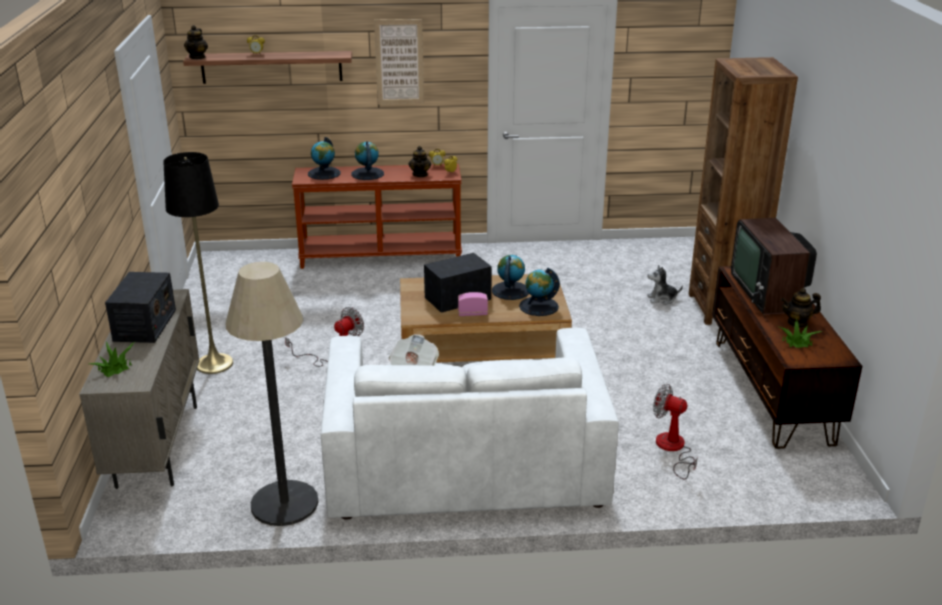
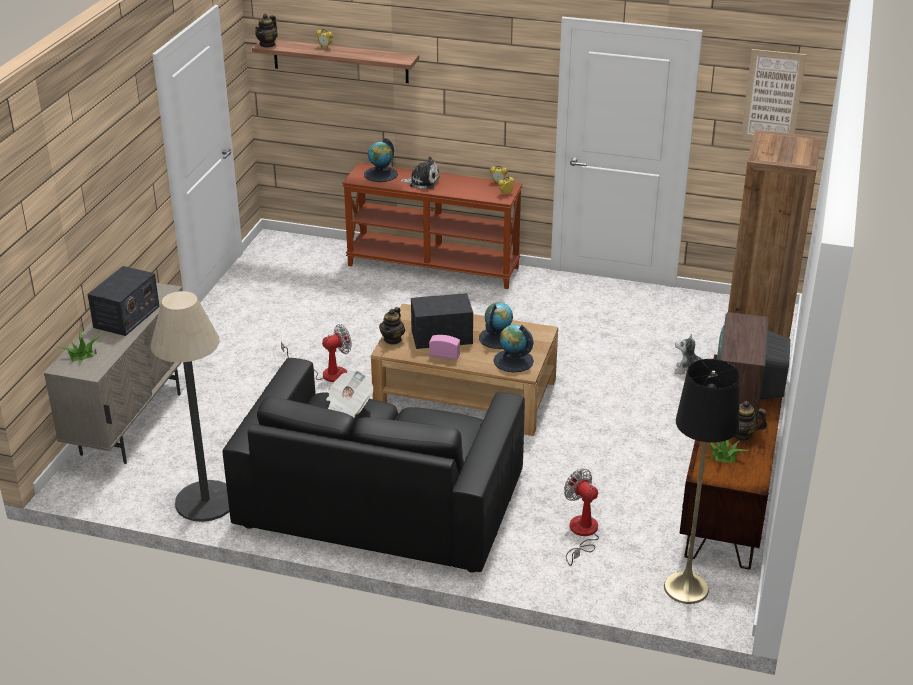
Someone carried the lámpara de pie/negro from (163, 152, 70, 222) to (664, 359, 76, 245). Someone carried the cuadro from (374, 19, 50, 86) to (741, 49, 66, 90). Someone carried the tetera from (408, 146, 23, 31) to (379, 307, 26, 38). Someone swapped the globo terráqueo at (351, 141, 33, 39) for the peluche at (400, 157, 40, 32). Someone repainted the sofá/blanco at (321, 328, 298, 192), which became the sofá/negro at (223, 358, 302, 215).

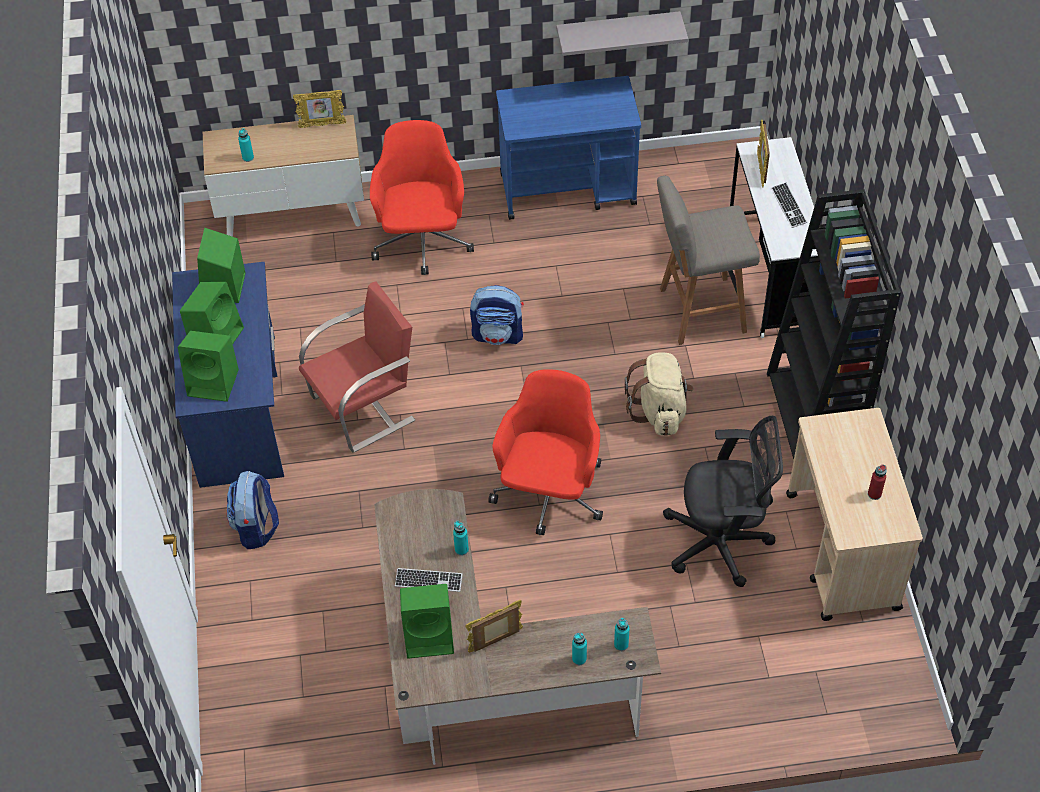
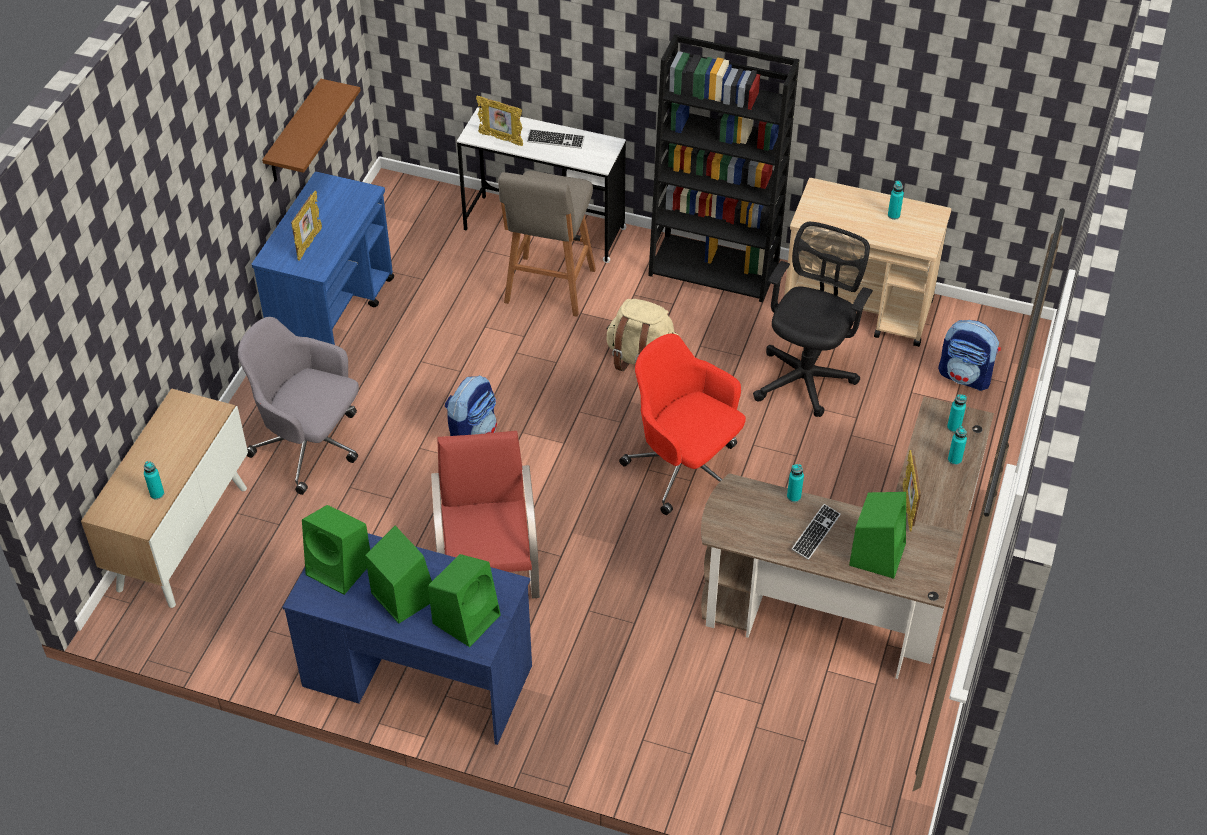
Someone carried the mochila from (227, 471, 52, 78) to (938, 320, 63, 71). Someone carried the portarretratos from (293, 90, 53, 38) to (291, 191, 31, 70). Someone repainted the silla de oficina/rojo at (370, 120, 104, 155), which became the silla de oficina/gris at (238, 317, 121, 178). Someone repainted the estante/gris at (556, 11, 132, 45), which became the estante/marrón at (262, 79, 99, 103). Someone repainted the botella/rojo at (868, 464, 19, 36), which became the botella/turquesa at (888, 181, 16, 39).

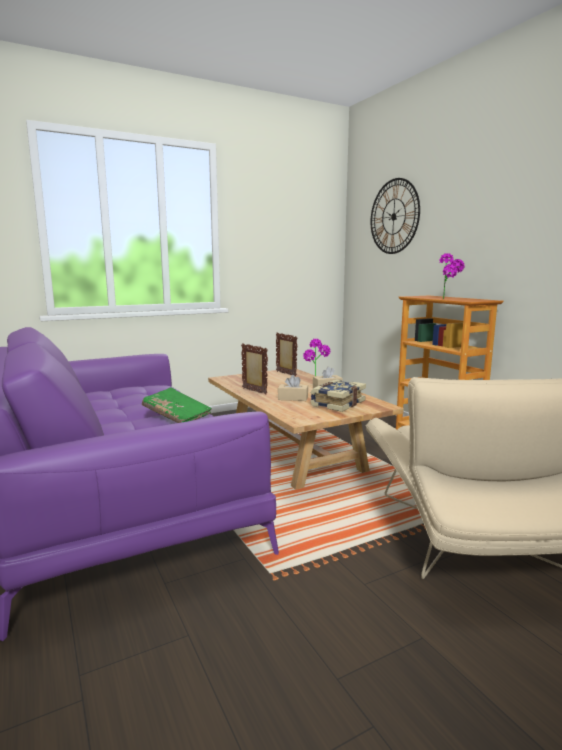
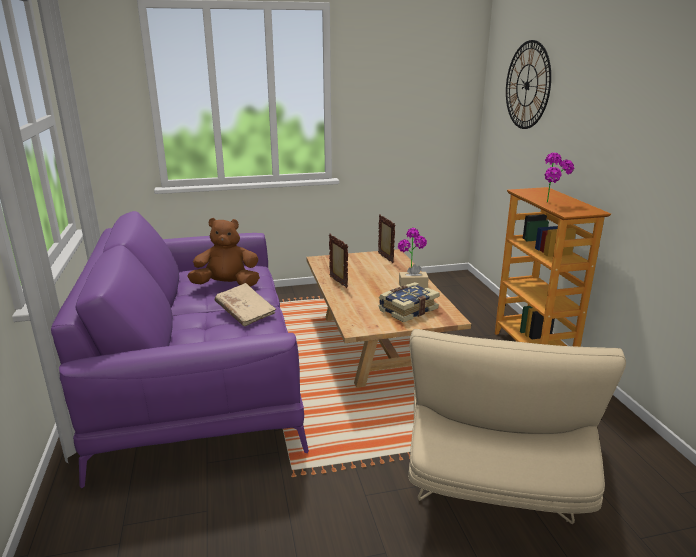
Someone took away the caja de pañuelos/beis at (278, 375, 30, 26). Someone put down the peluche/marrón at (187, 218, 73, 69). Someone repainted the libro/verde at (142, 387, 70, 36), which became the libro/beis at (215, 283, 61, 44).

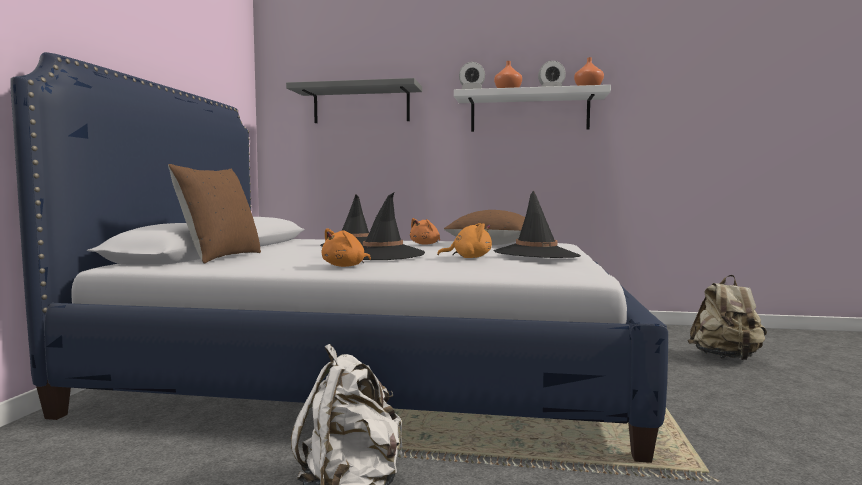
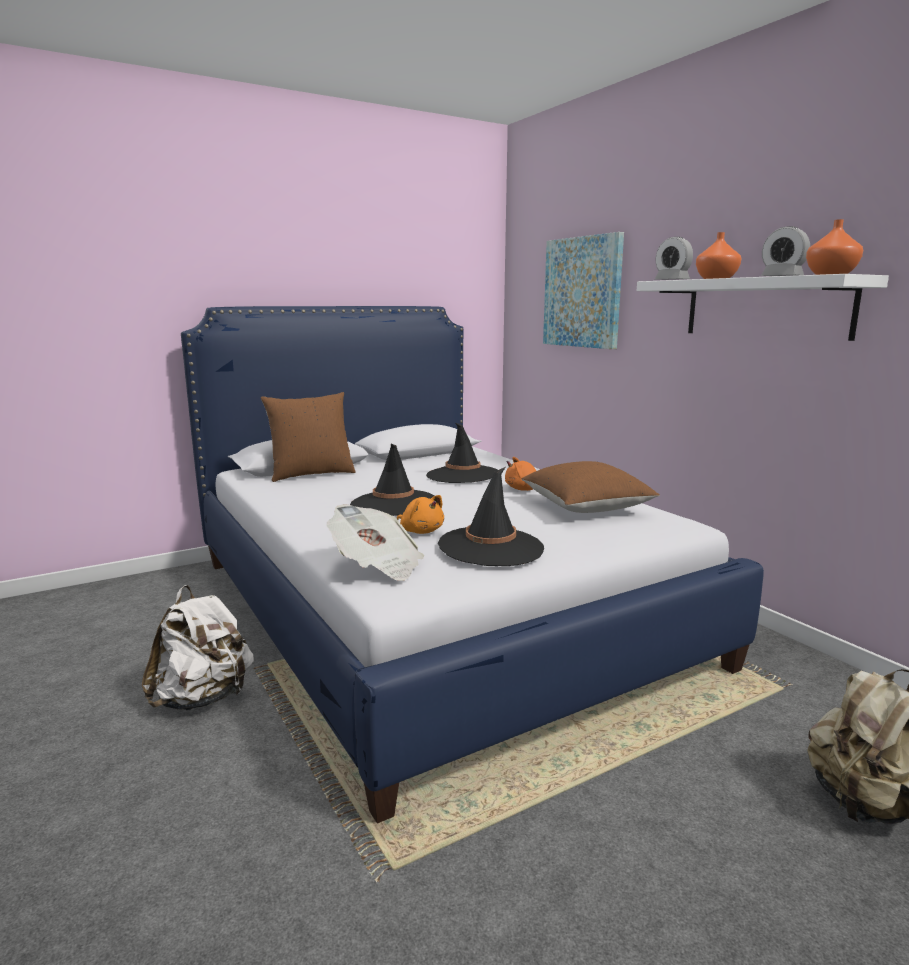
Someone took away the peluche/naranja at (322, 228, 49, 39). Someone put down the periódico at (327, 504, 97, 77). Someone swapped the estante/gris at (286, 78, 136, 45) for the cuadro at (543, 232, 81, 117).

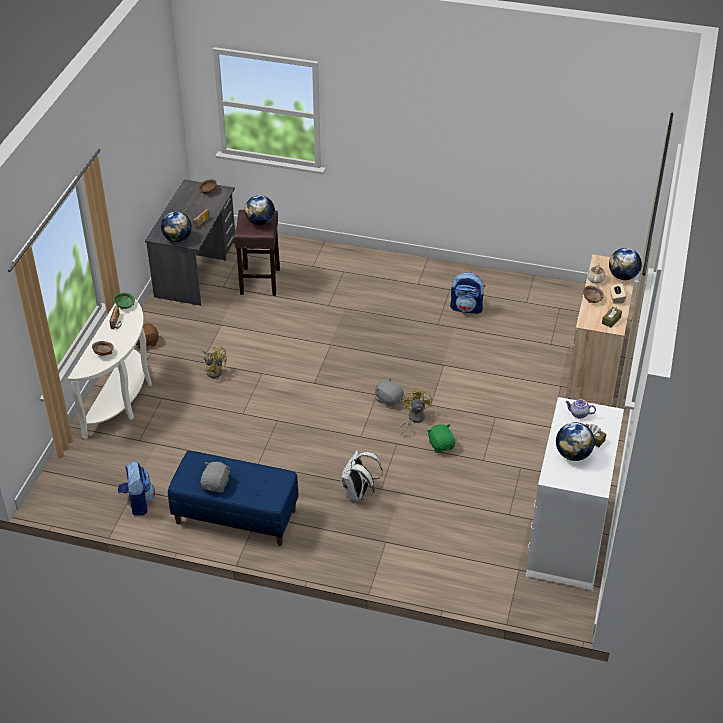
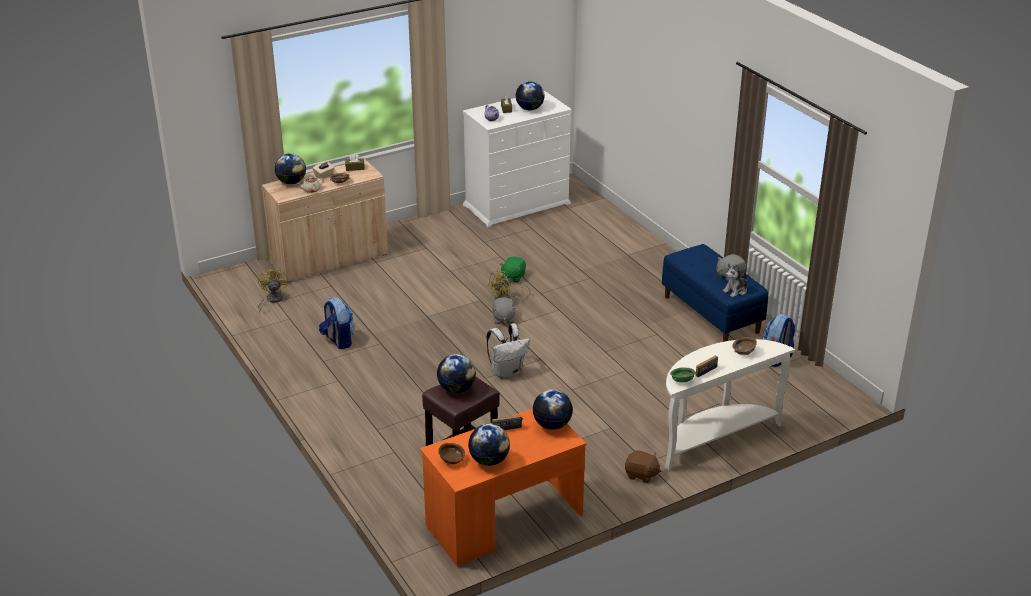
Someone put down the globo terráqueo at (468, 424, 42, 42). Someone put down the peluche at (723, 263, 26, 34). Someone carried the ventilador/amarillo from (203, 347, 24, 31) to (258, 267, 30, 46). Someone carried the mochila/blanco from (341, 450, 42, 51) to (487, 323, 43, 55). Someone repainted the escritorio/gris at (145, 179, 90, 127), which became the escritorio/naranja at (420, 409, 166, 157).

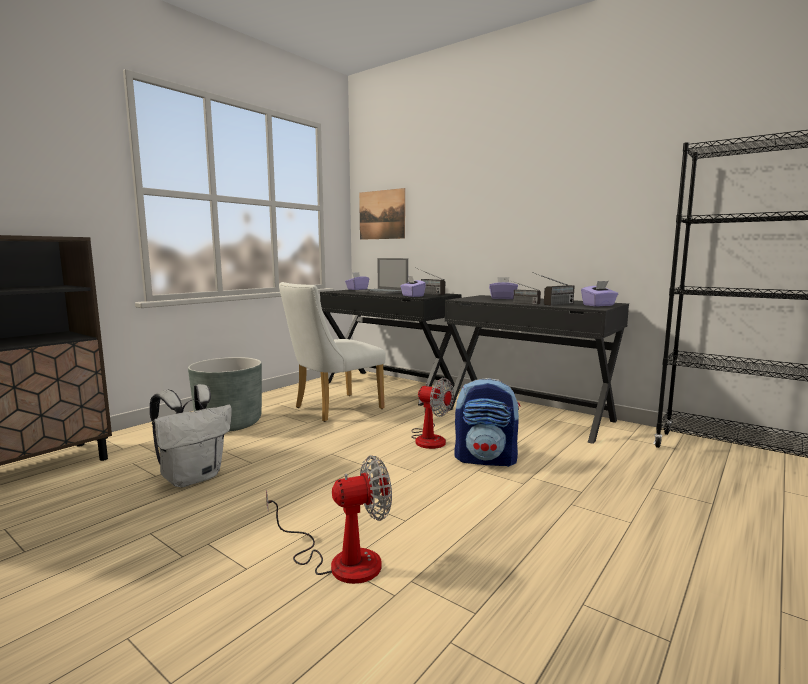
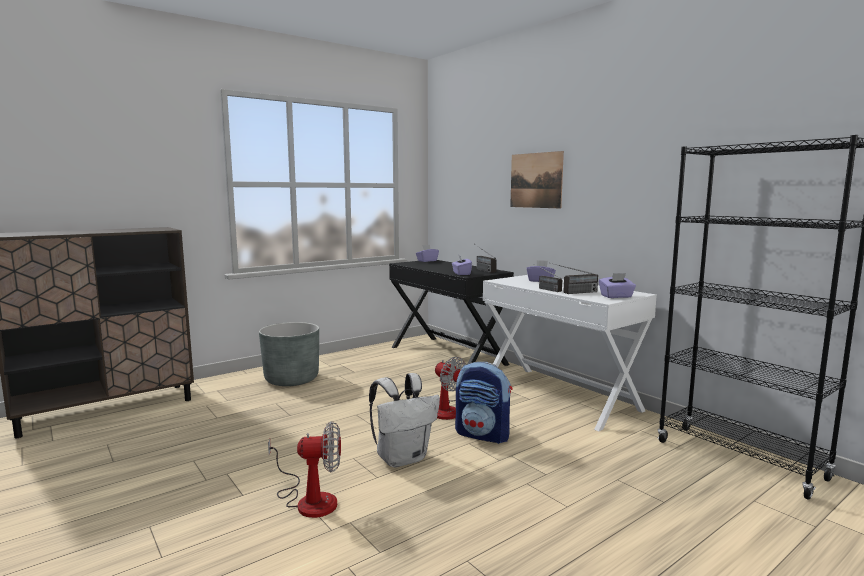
Someone took away the silla/blanco at (279, 282, 107, 140). Someone took away the portátil at (356, 258, 52, 36). Someone carried the mochila/blanco from (150, 384, 82, 103) to (369, 373, 71, 95). Someone carried the cuadro from (359, 188, 46, 52) to (510, 151, 54, 57). Someone repainted the escritorio/negro at (445, 295, 184, 149), which became the escritorio/blanco at (483, 275, 174, 157).

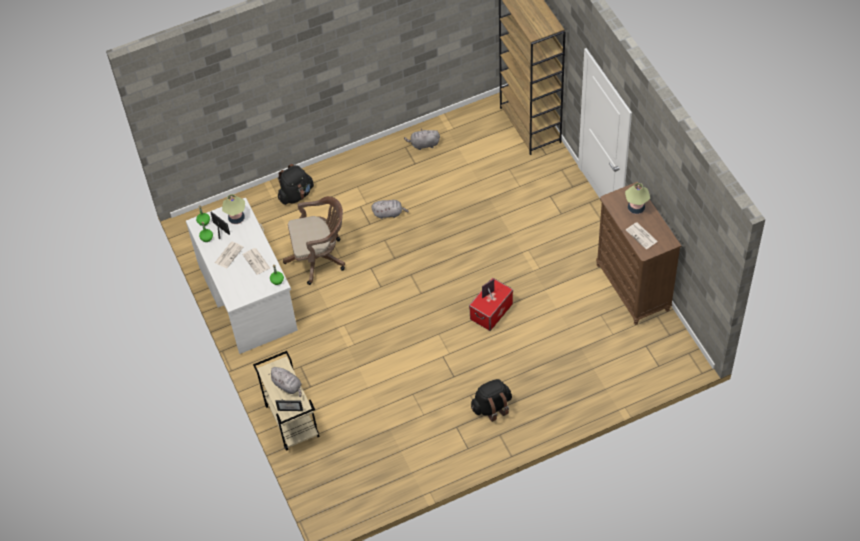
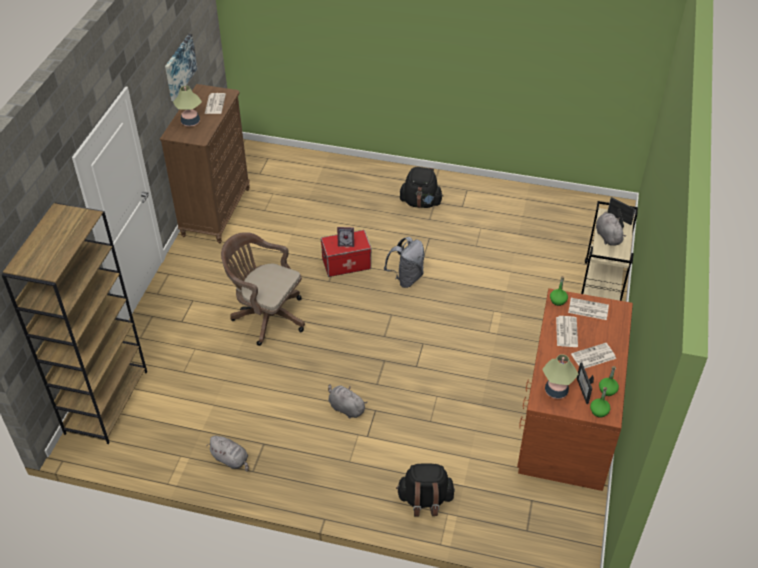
Someone put up the cuadro at (165, 34, 32, 67). Someone put down the mochila/gris at (384, 237, 41, 51). Someone put down the periódico at (568, 298, 41, 22). Someone carried the silla de oficina/marrón from (283, 196, 62, 89) to (221, 232, 84, 114). Someone repainted the escritorio/blanco at (186, 198, 112, 156), which became the escritorio/marrón at (517, 288, 116, 203).

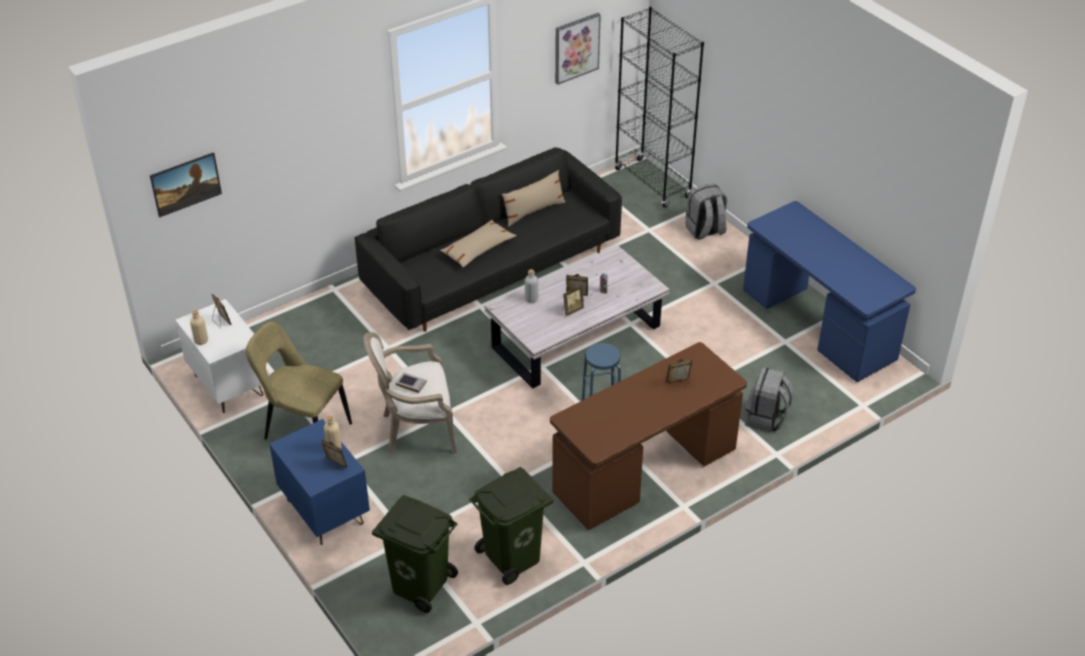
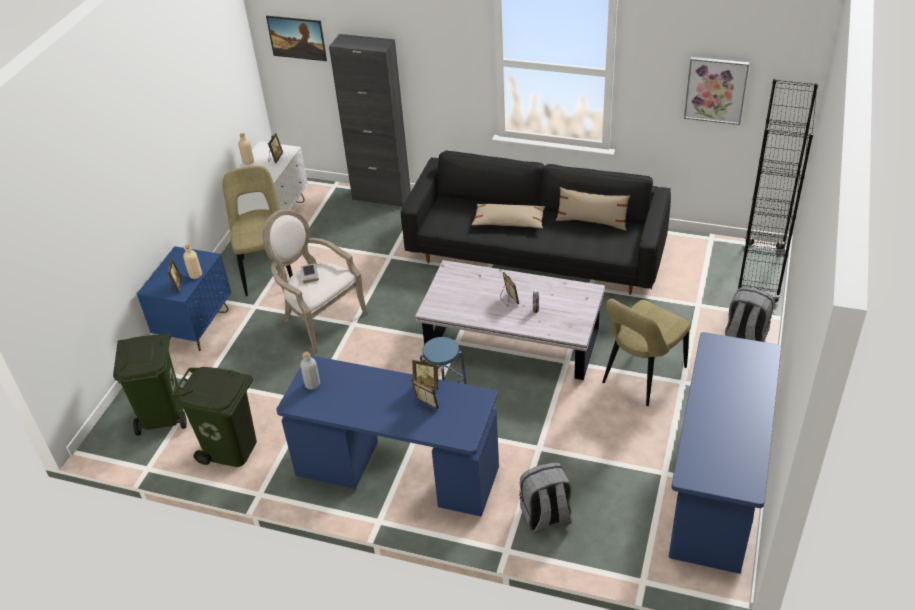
Someone put down the armario/negro at (329, 34, 82, 173). Someone put down the silla/beis at (602, 298, 89, 108). Someone carried the botella/gris from (525, 269, 13, 34) to (300, 352, 20, 38). Someone carried the portarretratos from (562, 285, 22, 31) to (412, 359, 27, 31). Someone repainted the escritorio/marrón at (550, 342, 197, 188), which became the escritorio/azul at (276, 355, 223, 162).

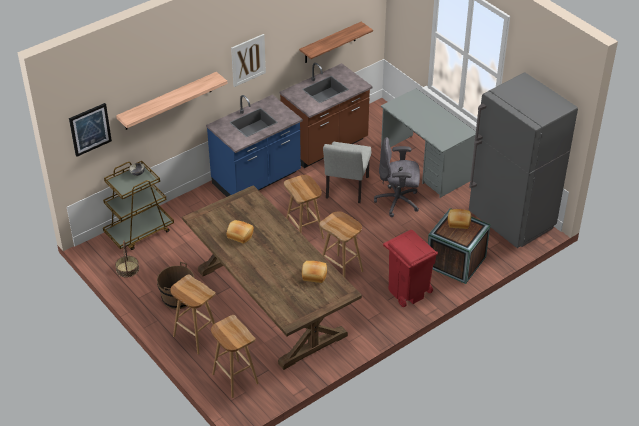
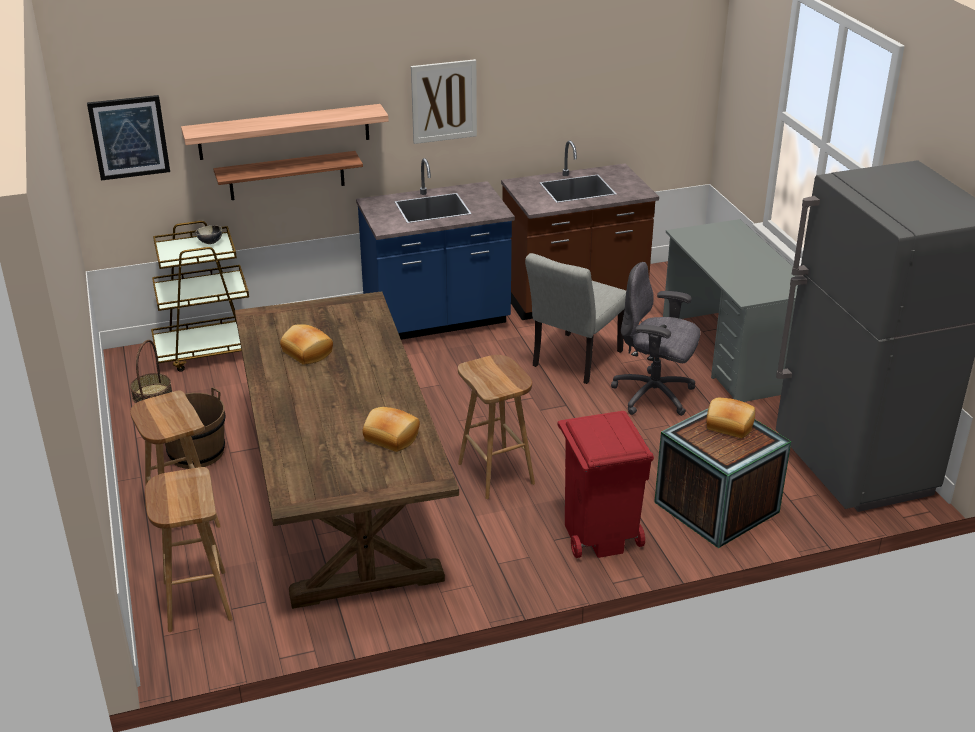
Someone took away the taburete/marrón at (284, 175, 40, 64). Someone carried the estante from (299, 22, 74, 41) to (213, 151, 150, 49).

